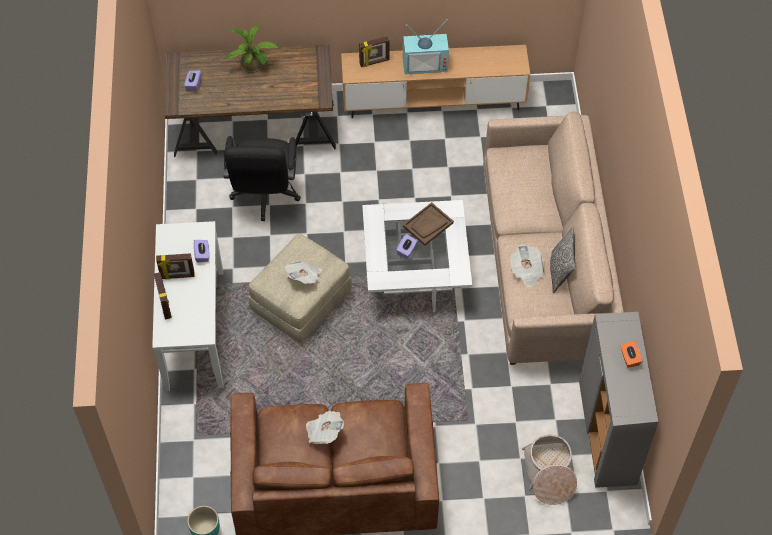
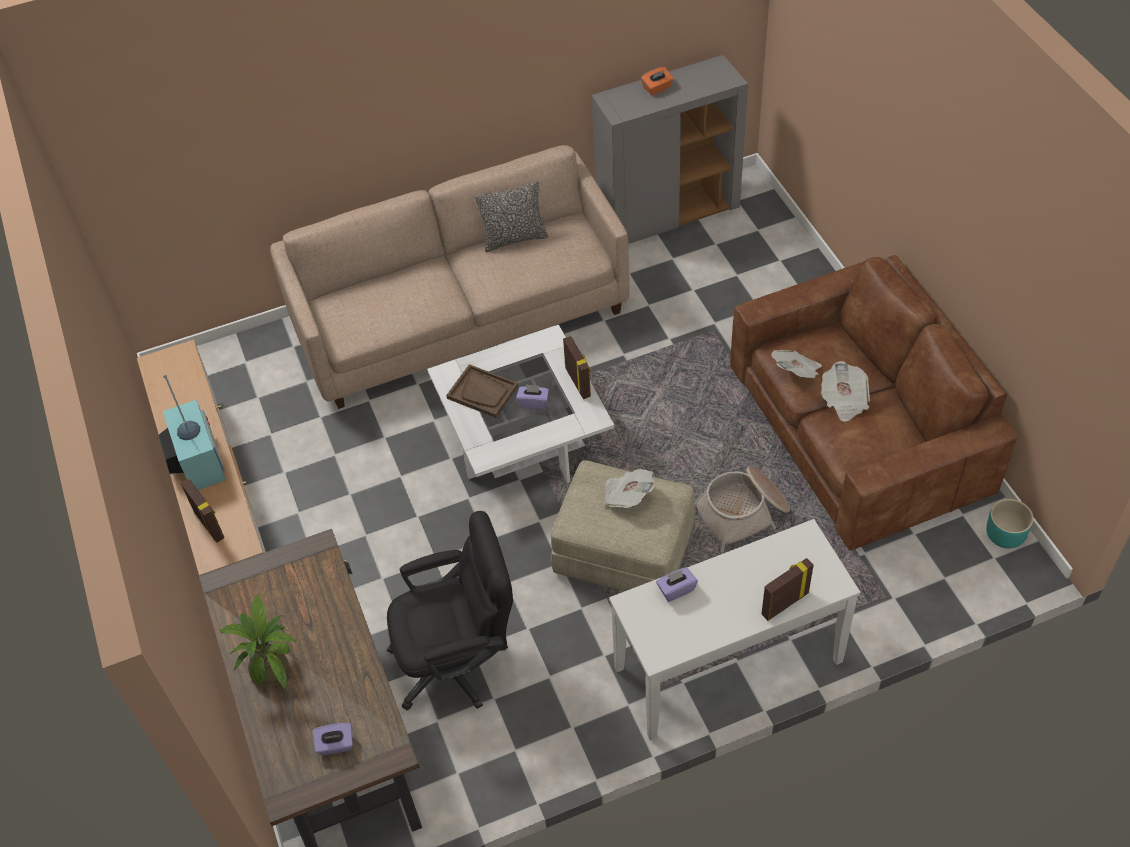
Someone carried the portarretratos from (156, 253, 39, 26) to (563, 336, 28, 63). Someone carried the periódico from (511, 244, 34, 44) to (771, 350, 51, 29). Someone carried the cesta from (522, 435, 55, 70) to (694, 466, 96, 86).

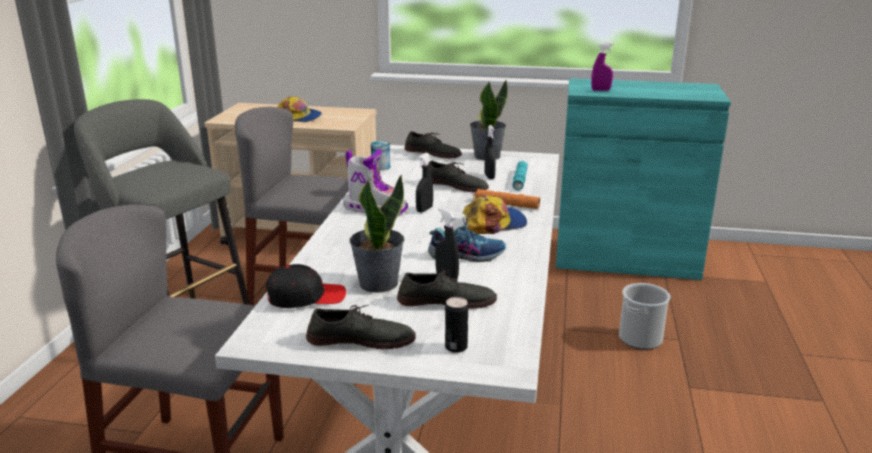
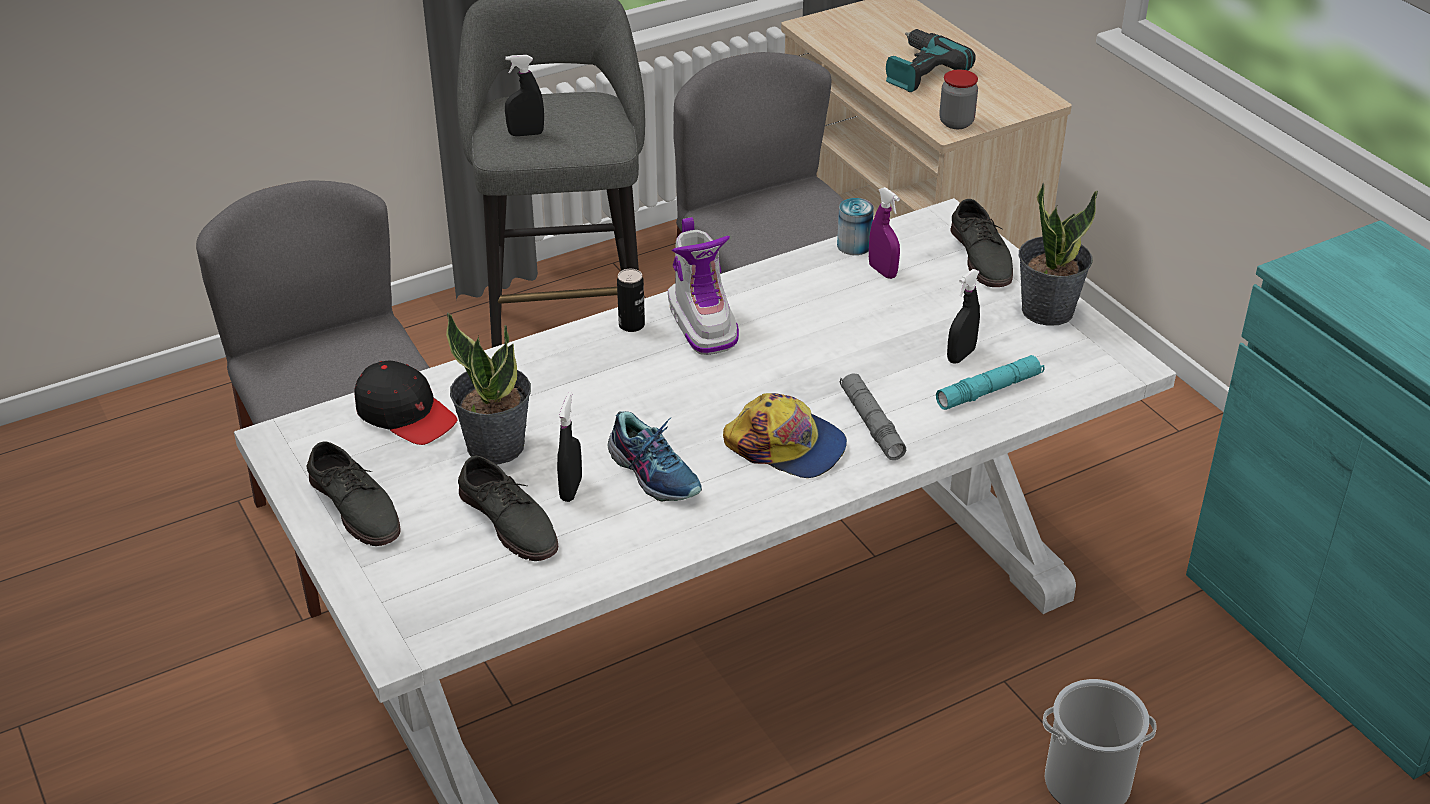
Someone took away the zapato/gris at (428, 160, 61, 32). Someone put down the tarro at (939, 70, 39, 59). Someone carried the pulverizador/negro from (416, 153, 17, 60) to (505, 55, 39, 81). Someone carried the lata from (445, 297, 23, 56) to (617, 269, 28, 63). Someone carried the pulverizador/morado from (591, 43, 22, 48) to (869, 187, 31, 92). Someone swapped the gorra at (277, 96, 45, 26) for the taladro at (886, 29, 90, 63). Someone repainted the linterna/naranja at (473, 189, 67, 20), which became the linterna/gris at (840, 373, 66, 87).

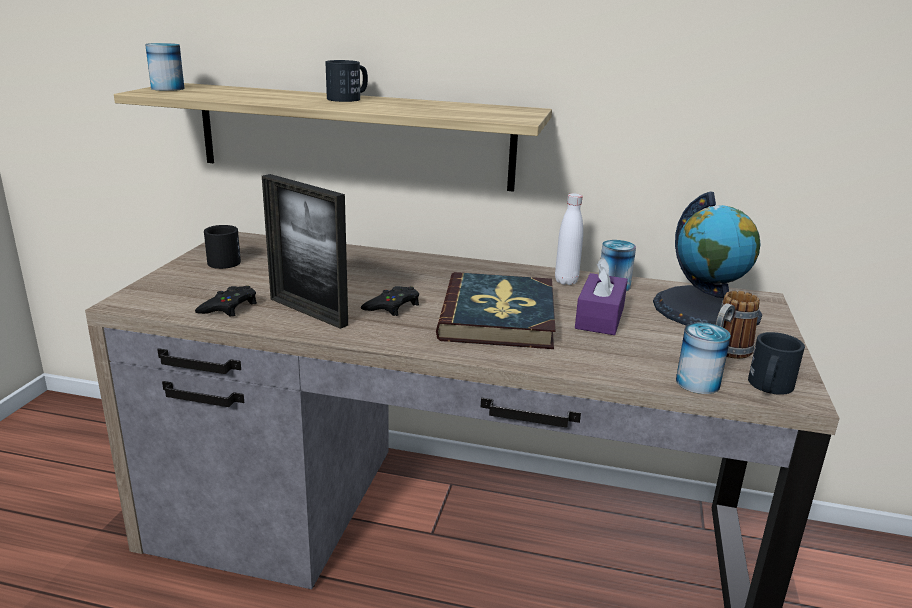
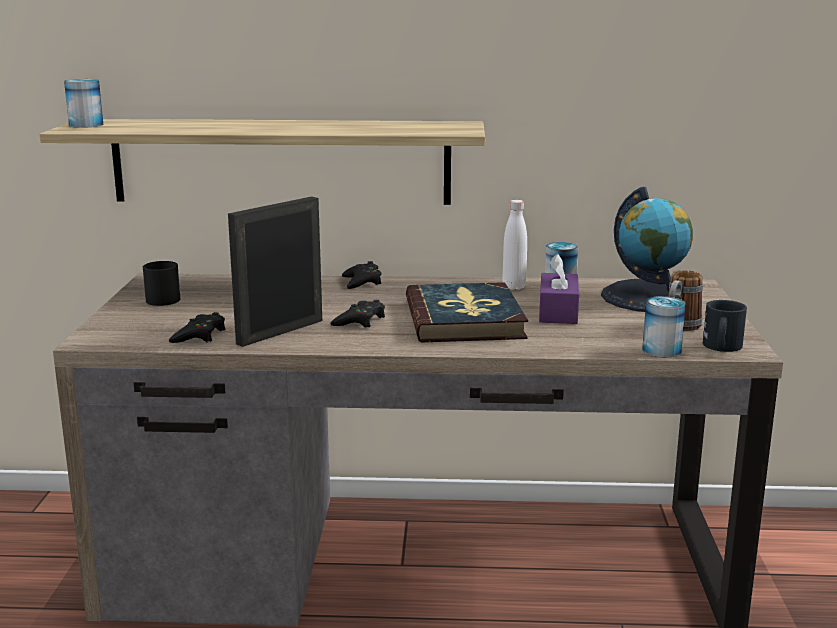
Someone took away the taza grande/negro at (325, 60, 43, 42). Someone put down the mando de consola/negro at (342, 261, 39, 28). Someone rotated the portarretratos at (262, 174, 86, 155) by 105 degrees clockwise.

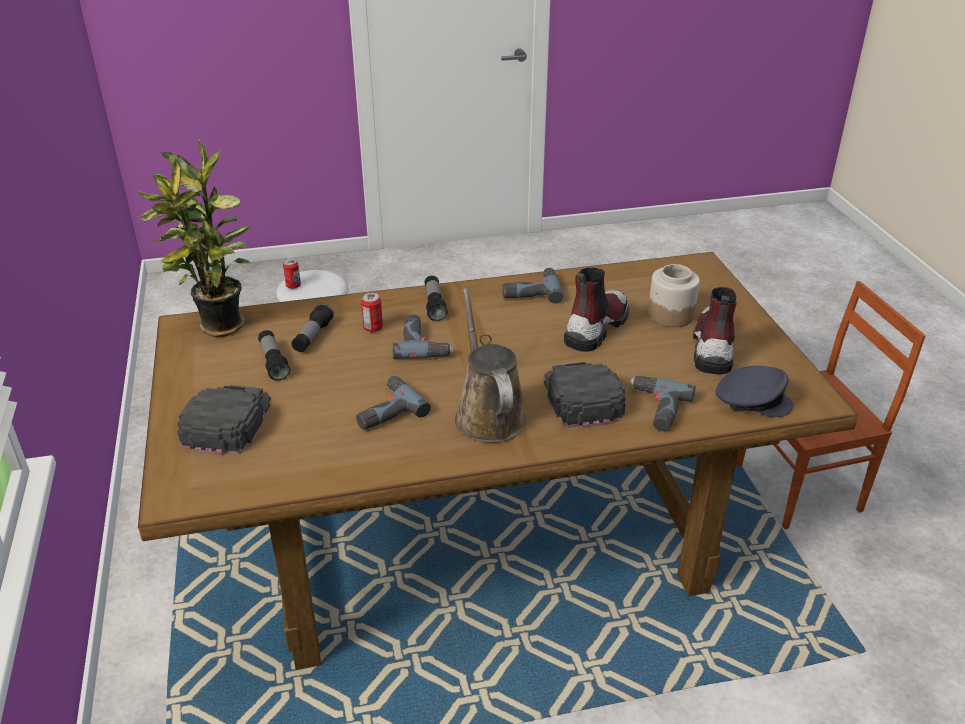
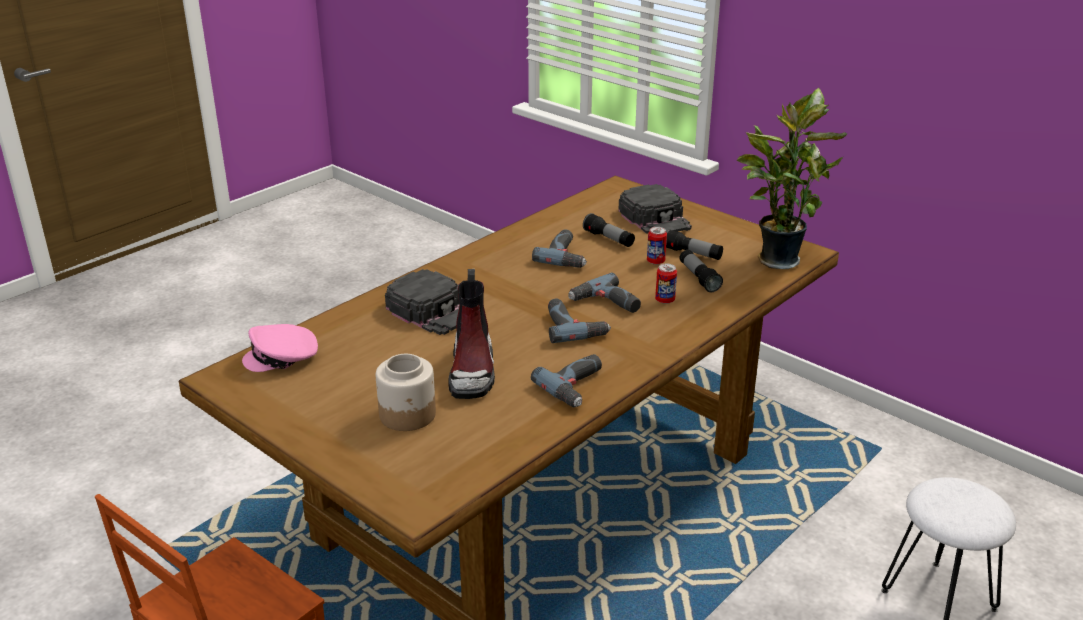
Someone took away the regadera/marrón at (455, 288, 72, 155). Someone took away the bota at (693, 287, 44, 88). Someone carried the lata from (283, 259, 18, 30) to (647, 227, 20, 38). Someone carried the linterna from (424, 276, 23, 45) to (583, 213, 52, 34). Someone carried the taladro from (630, 375, 66, 56) to (548, 299, 63, 44). Someone repainted the gorra/gris at (716, 366, 77, 51), which became the gorra/rosa at (242, 324, 76, 48).

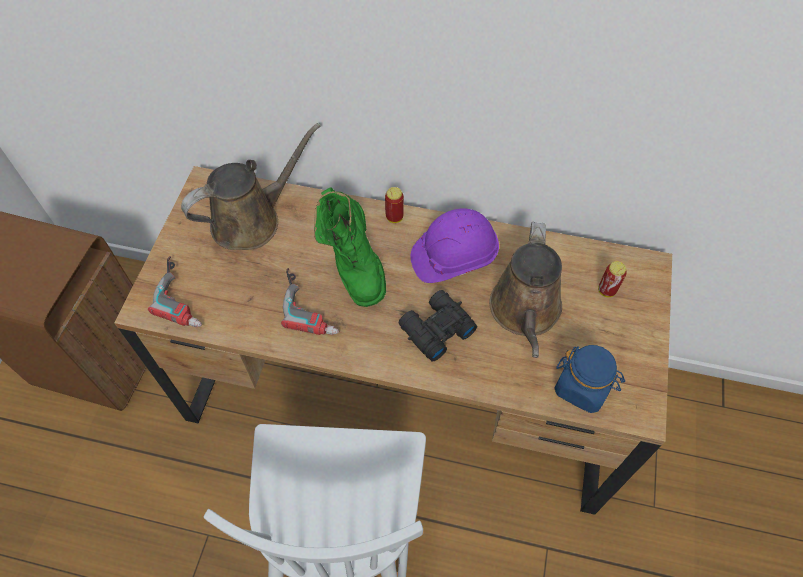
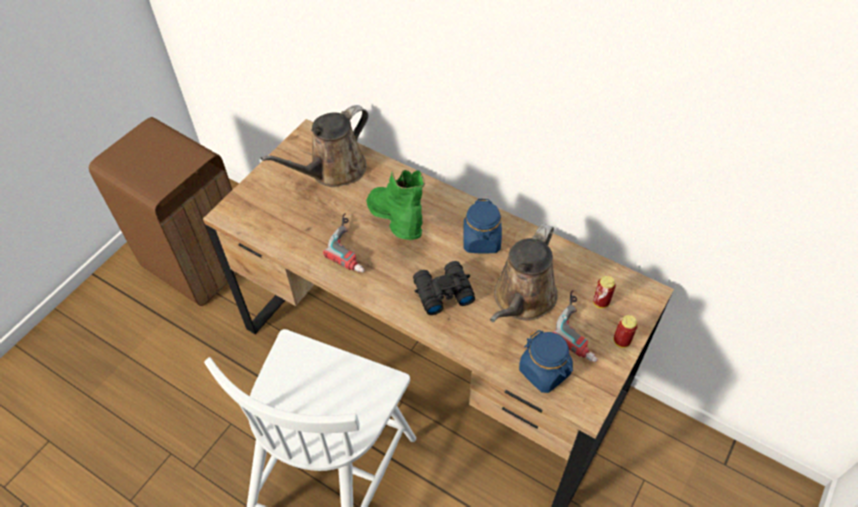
Someone carried the taladro from (148, 256, 54, 71) to (553, 290, 45, 72). Someone carried the lata from (385, 187, 19, 36) to (614, 315, 24, 33). Someone swapped the casco/morado at (411, 208, 88, 75) for the tarro/azul at (464, 199, 38, 54). Someone rotated the regadera/marrón at (181, 123, 140, 127) by 150 degrees clockwise. Someone rotated the bota/verde at (314, 187, 72, 120) by 150 degrees clockwise.

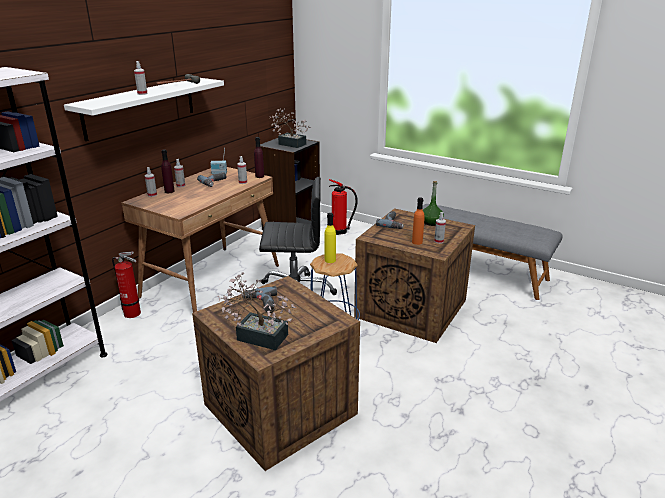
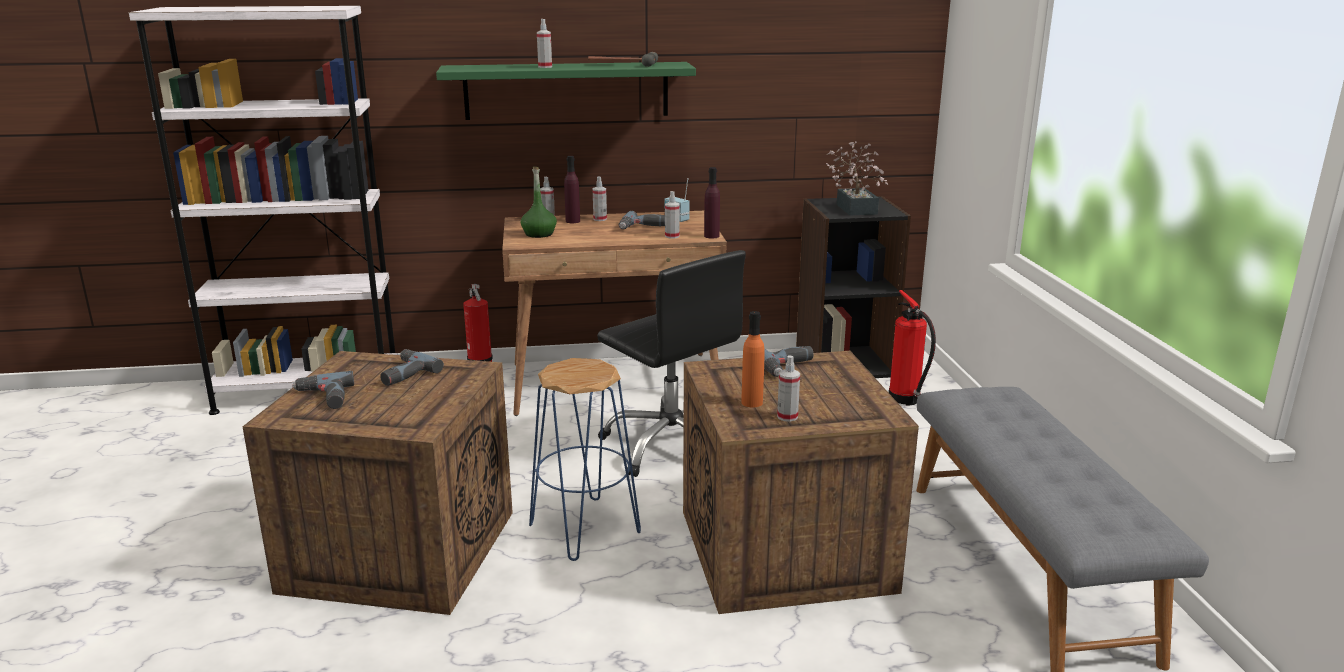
Someone took away the botella/amarillo at (324, 213, 12, 50). Someone carried the botella/verde from (423, 181, 21, 45) to (521, 167, 36, 71). Someone swapped the planta en maceta at (217, 272, 80, 78) for the taladro at (292, 371, 62, 38). Someone repainted the estante/blanco at (64, 78, 160, 63), which became the estante/verde at (436, 62, 260, 58).

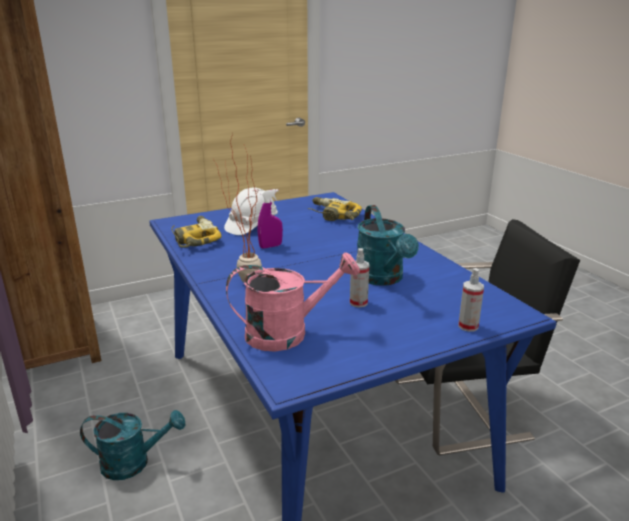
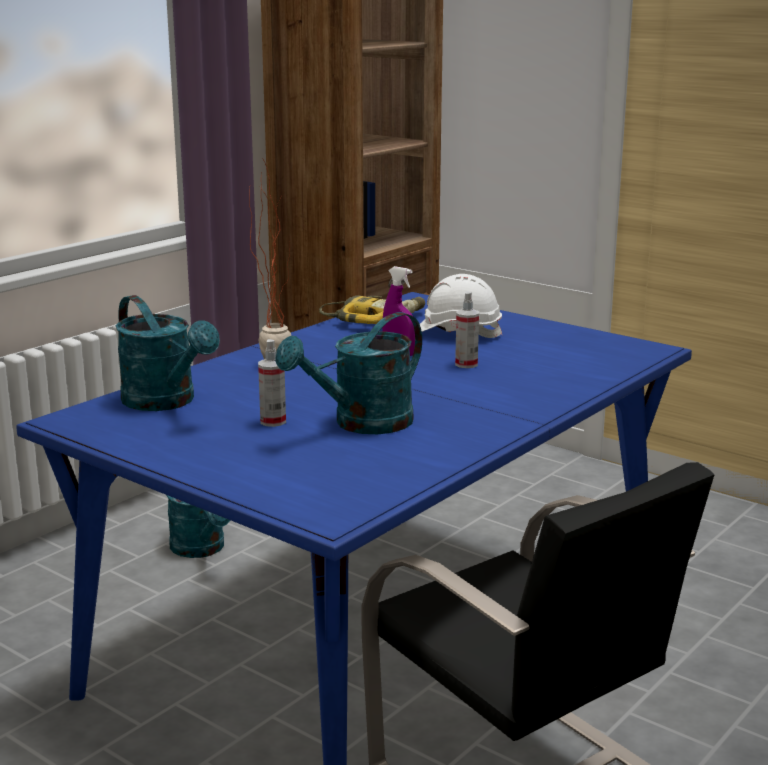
Someone took away the taladro at (308, 197, 54, 24). Someone carried the pulverizador from (458, 268, 26, 64) to (455, 292, 24, 76). Someone repainted the regadera/rosa at (226, 252, 134, 99), which became the regadera/turquesa at (116, 295, 104, 116).

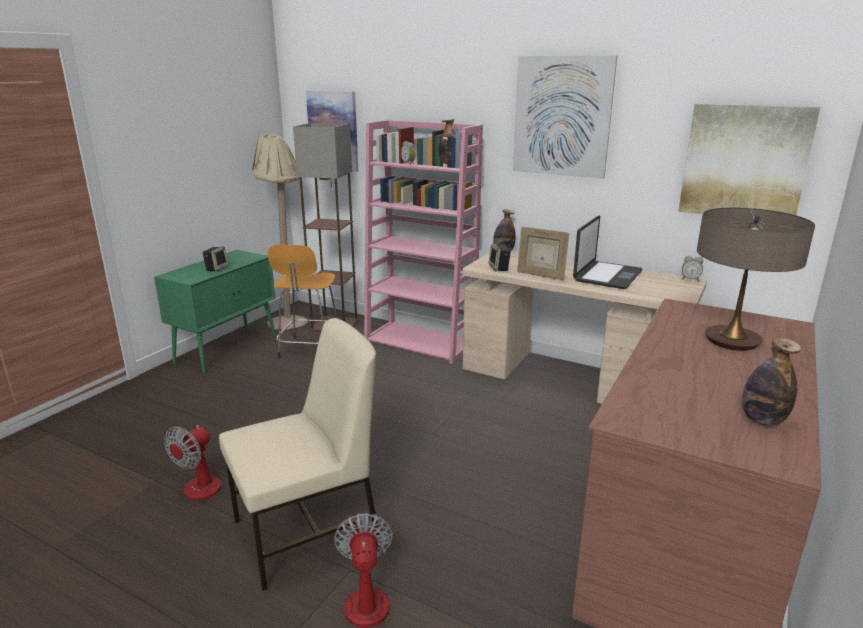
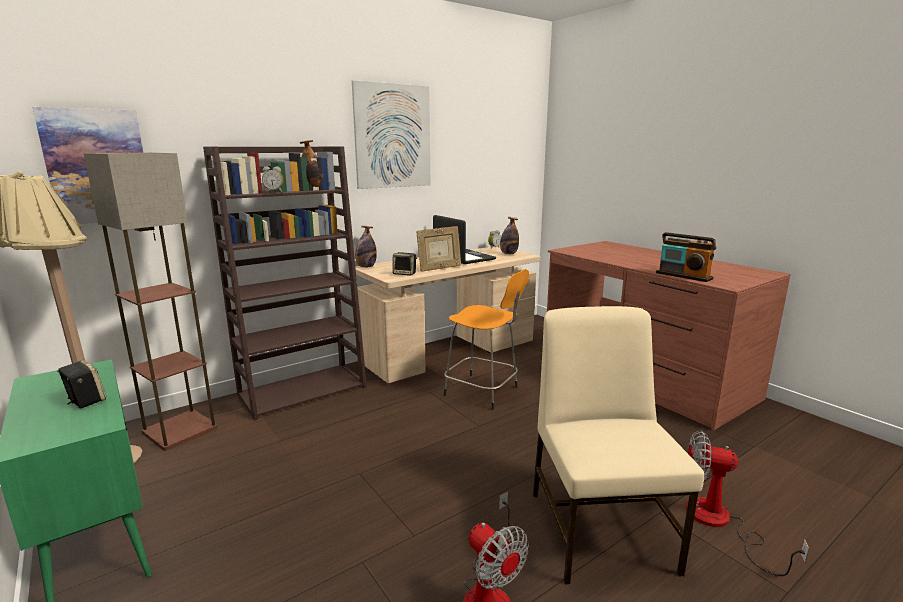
Someone took away the cuadro at (678, 104, 143, 111). Someone took away the lámpara de mesa at (697, 208, 118, 143). Someone put down the radio at (656, 232, 60, 50). Someone carried the taburete/naranja from (267, 245, 70, 114) to (444, 269, 85, 141). Someone carried the botella from (742, 338, 59, 88) to (500, 217, 19, 37). Someone repainted the estantería/rosa at (364, 120, 119, 244), which became the estantería/marrón at (203, 146, 164, 275).

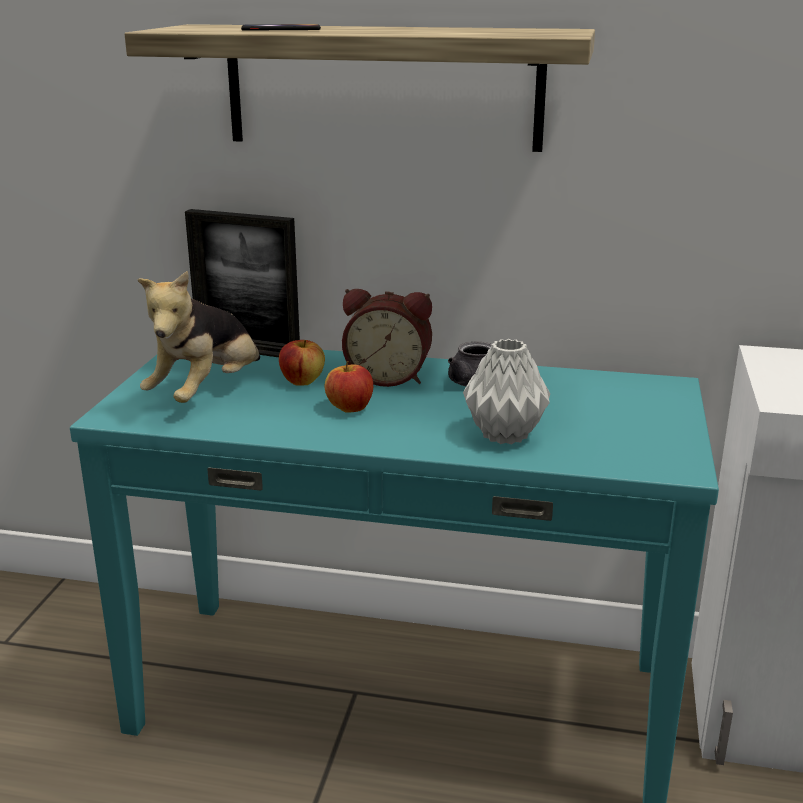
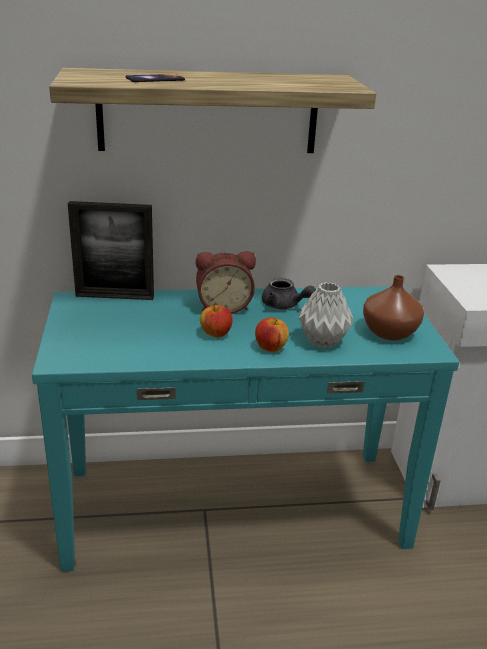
Someone took away the peluche at (138, 271, 122, 132). Someone put down the florero/marrón at (363, 275, 61, 65). Someone carried the manzana from (279, 340, 46, 46) to (255, 318, 34, 34).

